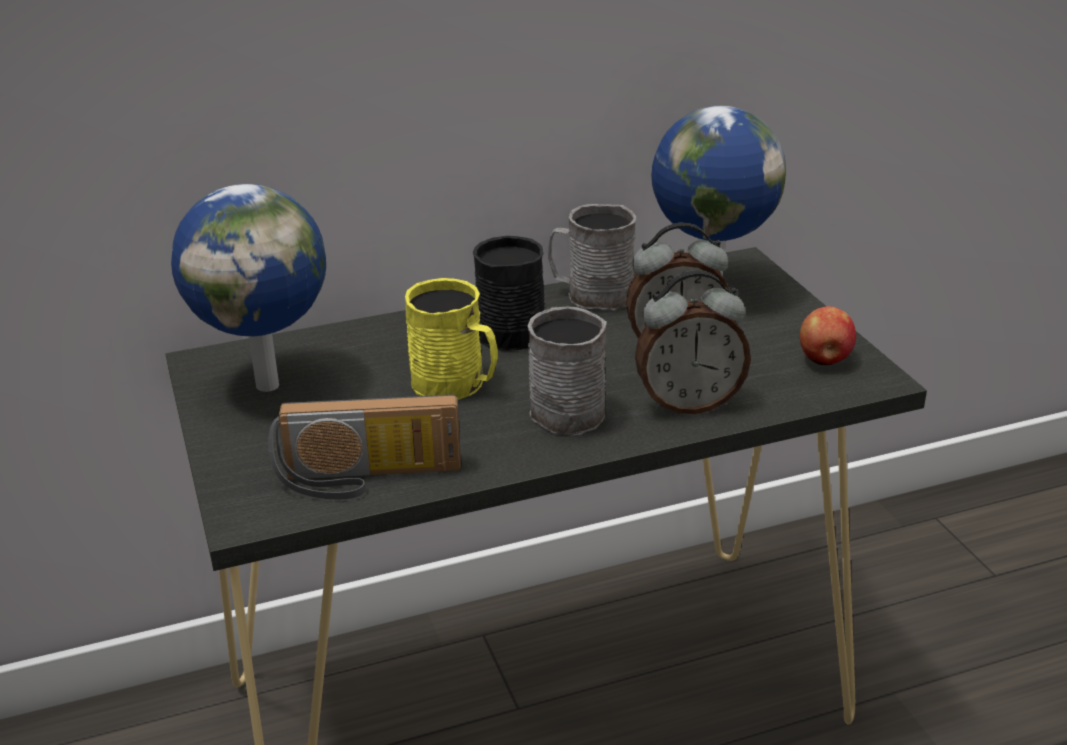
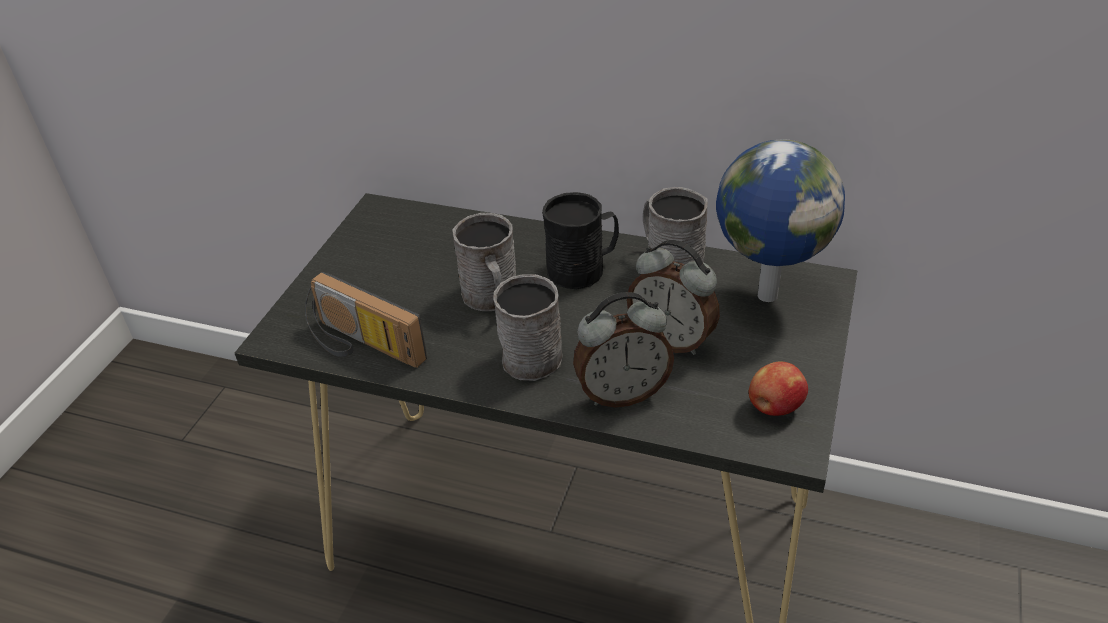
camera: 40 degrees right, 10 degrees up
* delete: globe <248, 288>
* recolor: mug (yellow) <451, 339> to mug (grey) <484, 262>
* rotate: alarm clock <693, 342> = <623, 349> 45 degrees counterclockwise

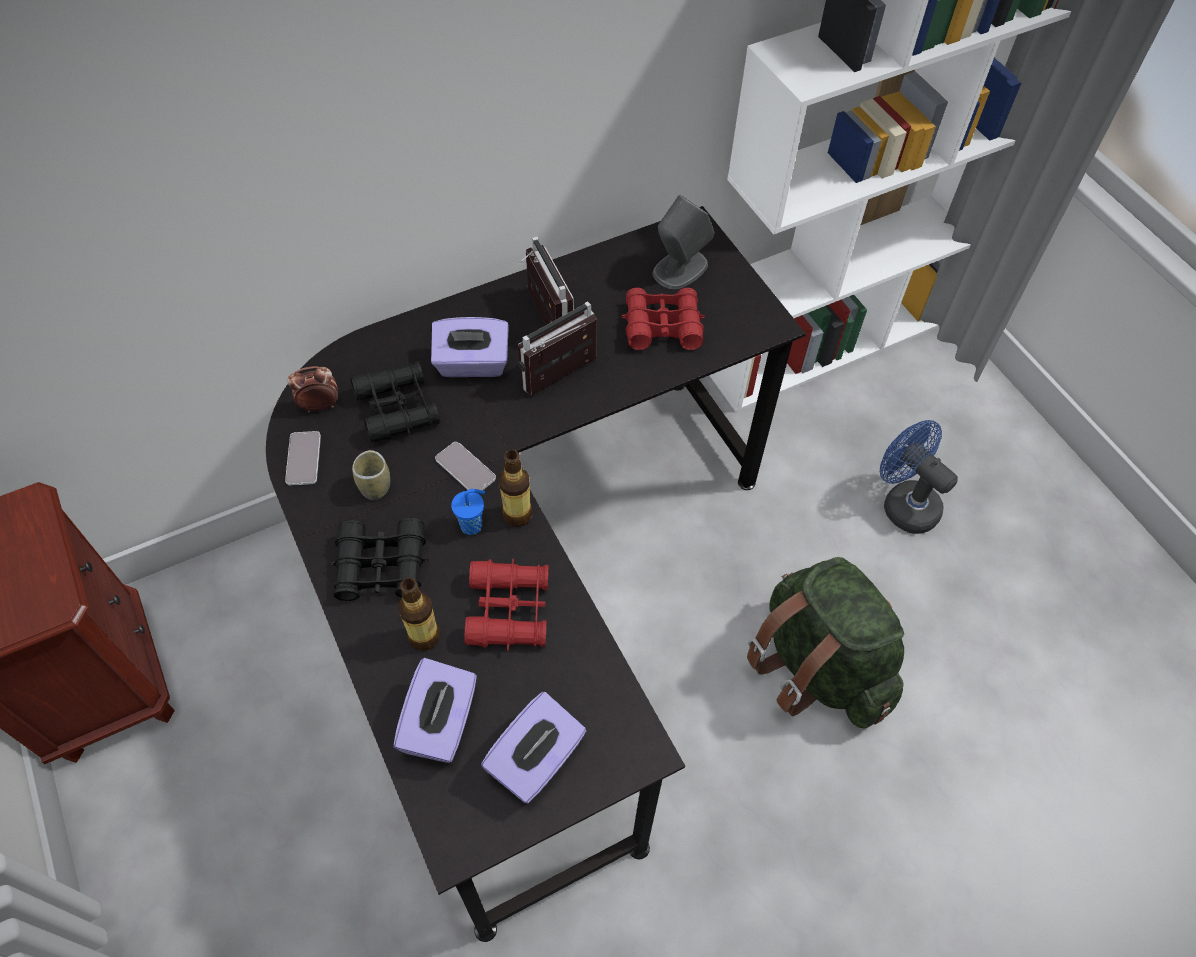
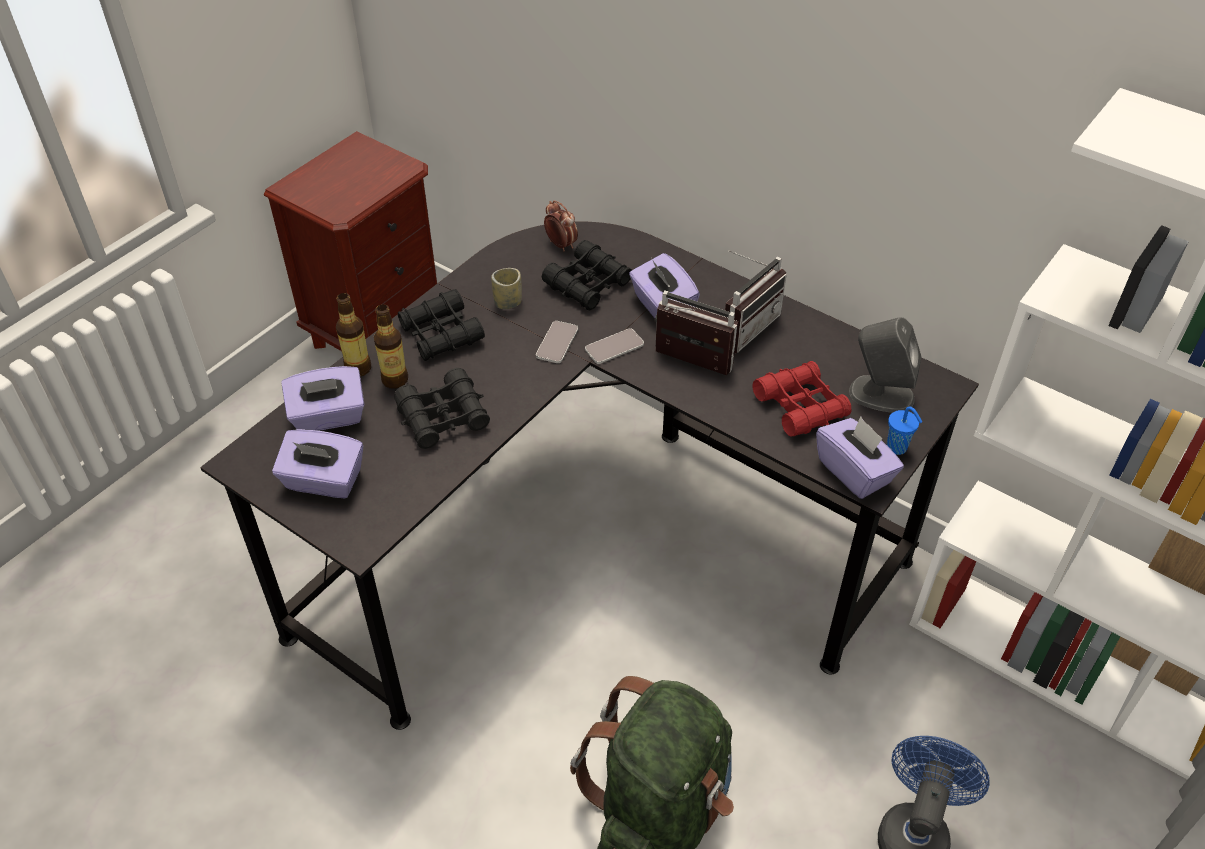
camera: 65 degrees right, 10 degrees down
* insert: tissue box (purple) <860, 457>
* move: phone <303, 458> to <614, 346>
* move: cup (blue) <468, 512> to <904, 430>
* move: bottle <515, 488> to <353, 335>
* recolor: binoculars (red) <506, 605> to binoculars (black) <442, 408>

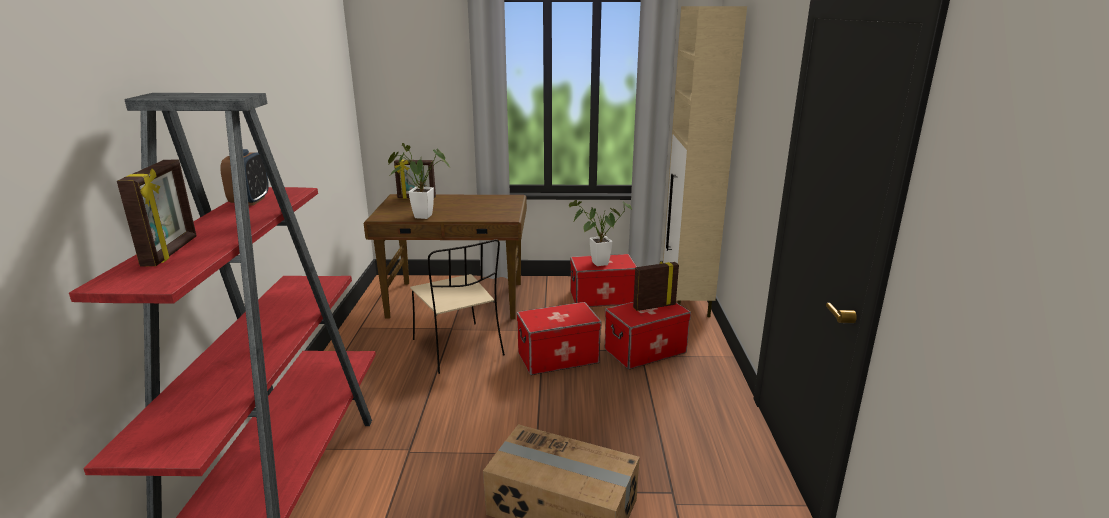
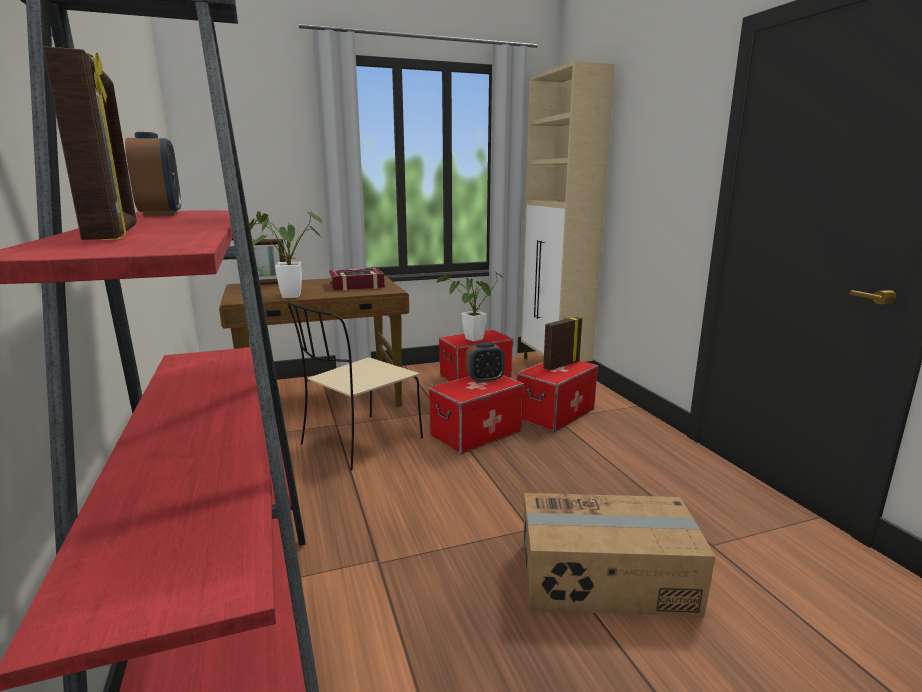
camera: 20 degrees left, 5 degrees down
* insert: book <357, 279>
* insert: alarm clock <485, 362>
* rotate: chair (beige) <457, 306> = <355, 387> 90 degrees clockwise

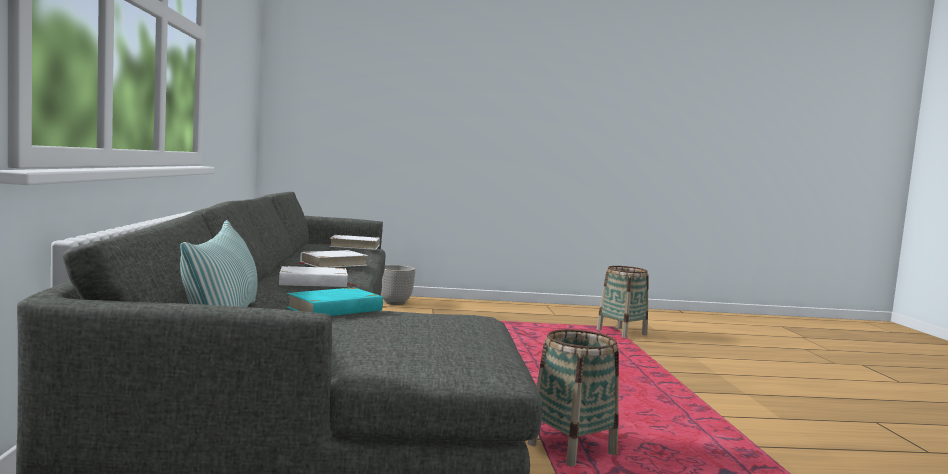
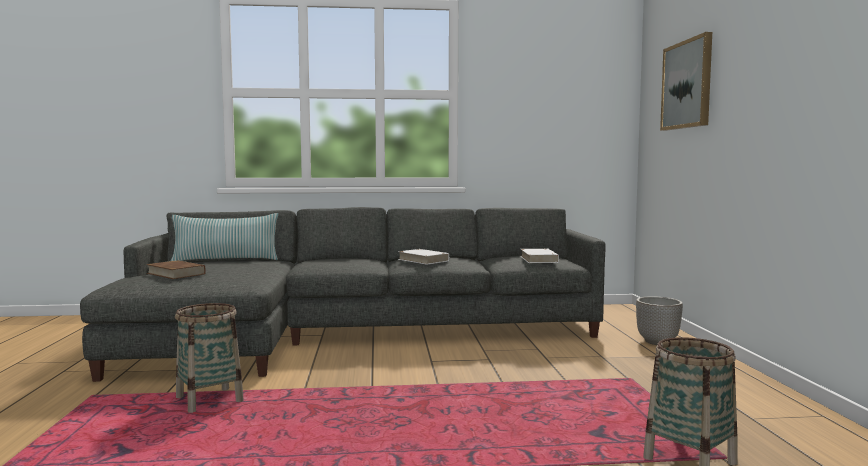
camera: 90 degrees right, 0 degrees up
* delete: book (white) <319, 276>
* delete: book (turquoise) <336, 301>
* insert: book (brown) <176, 269>
* insert: picture <686, 81>

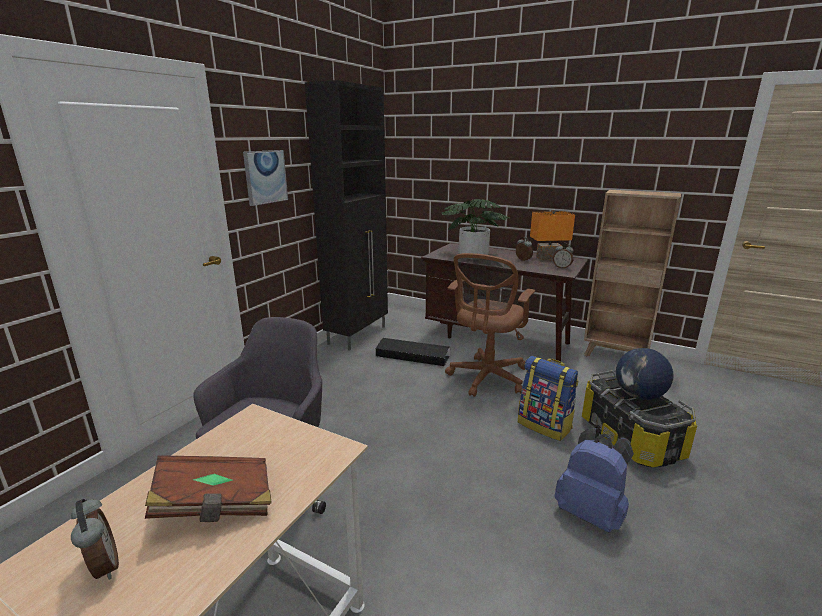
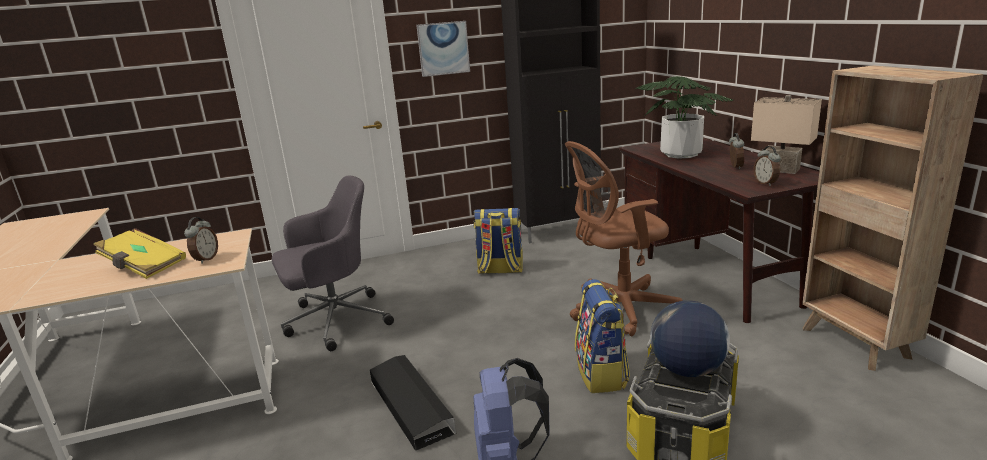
camera: 45 degrees right, 0 degrees up
* insert: backpack <498, 241>
* move: alarm clock <95, 539> to <201, 240>
* move: storage box (black) <413, 352> to <413, 403>
* recolor: book (brown) <208, 488> to book (yellow) <139, 253>
* recolor: table lamp (orange) <552, 235> to table lamp (beige) <786, 134>

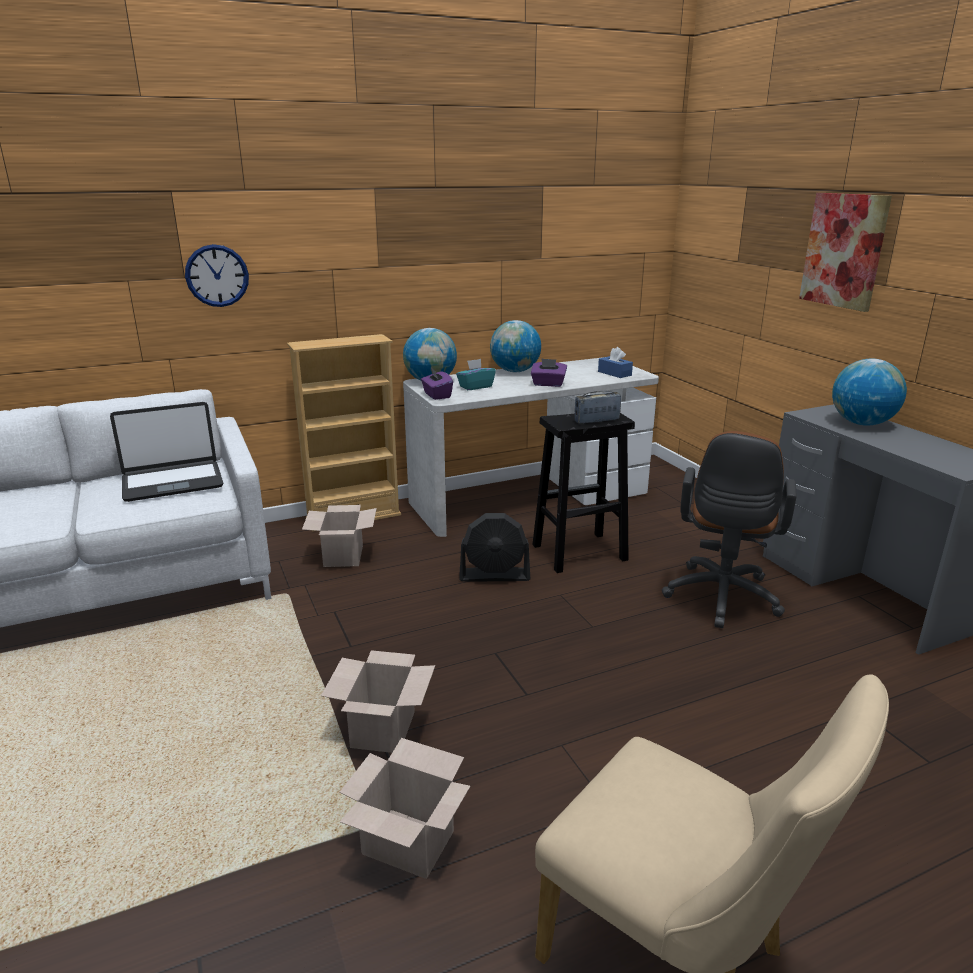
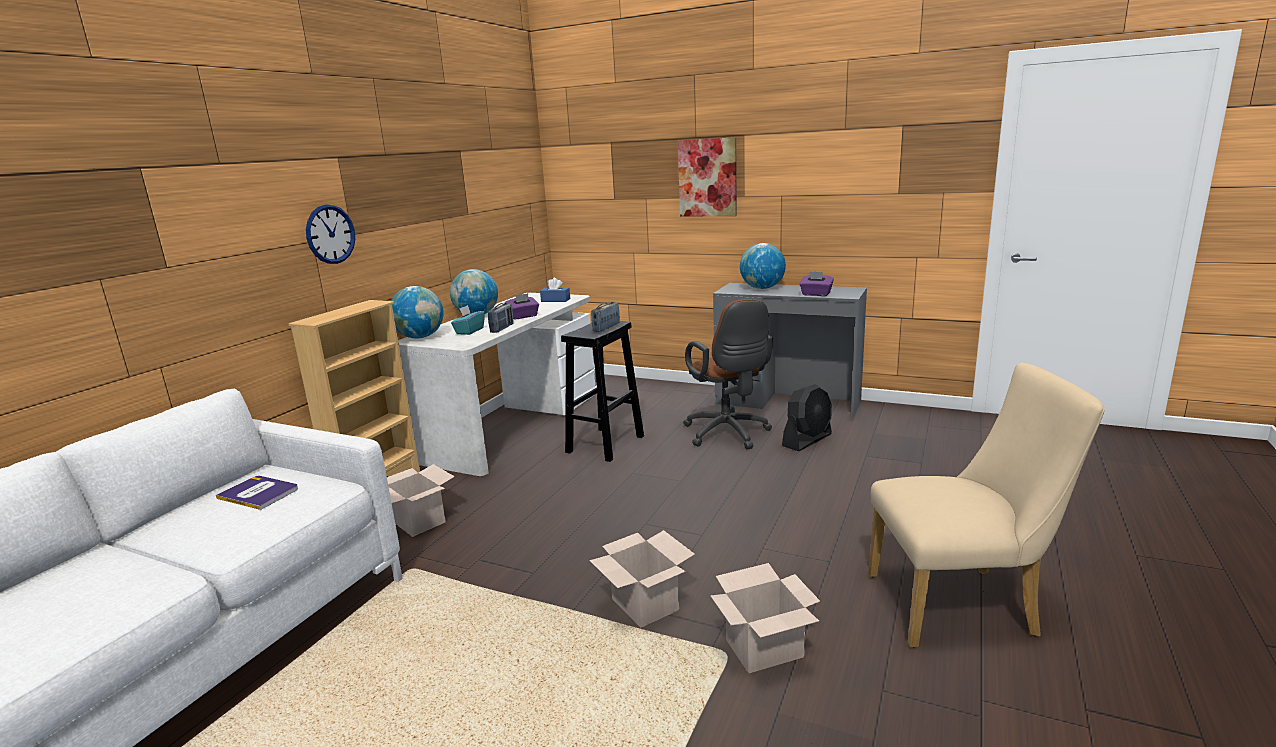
camera: 40 degrees left, 5 degrees down
* insert: radio <501, 318>
* move: wall clock <217, 275> to <330, 234>
* move: tissue box (purple) <437, 384> to <817, 283>
* move: fan (black) <494, 547> to <807, 417>
* replace: laptop <166, 452> to book <257, 493>

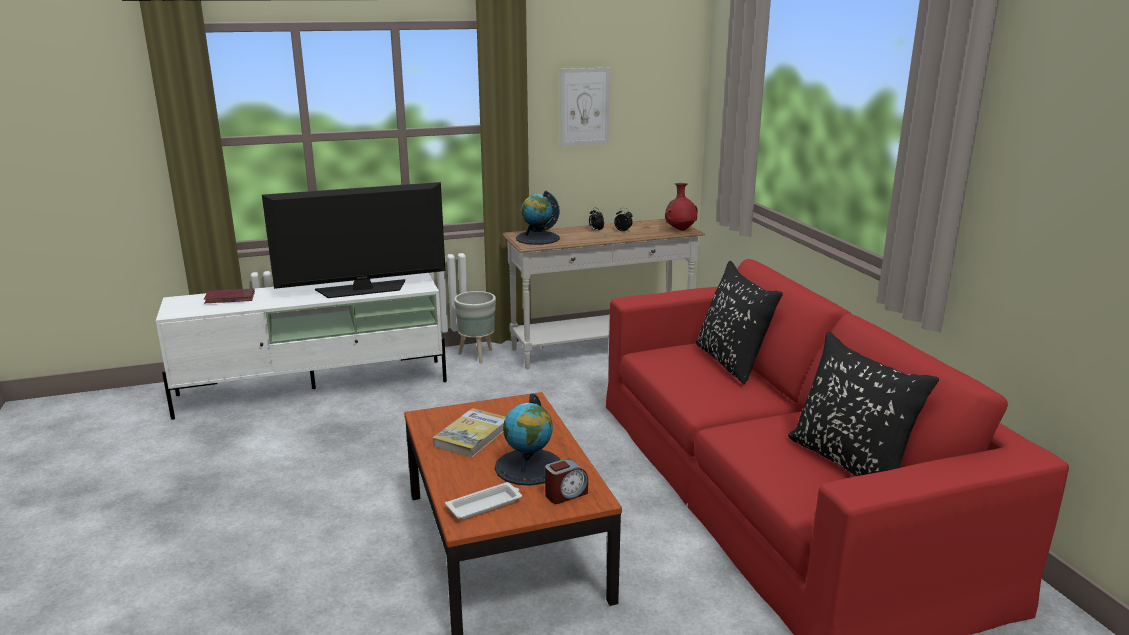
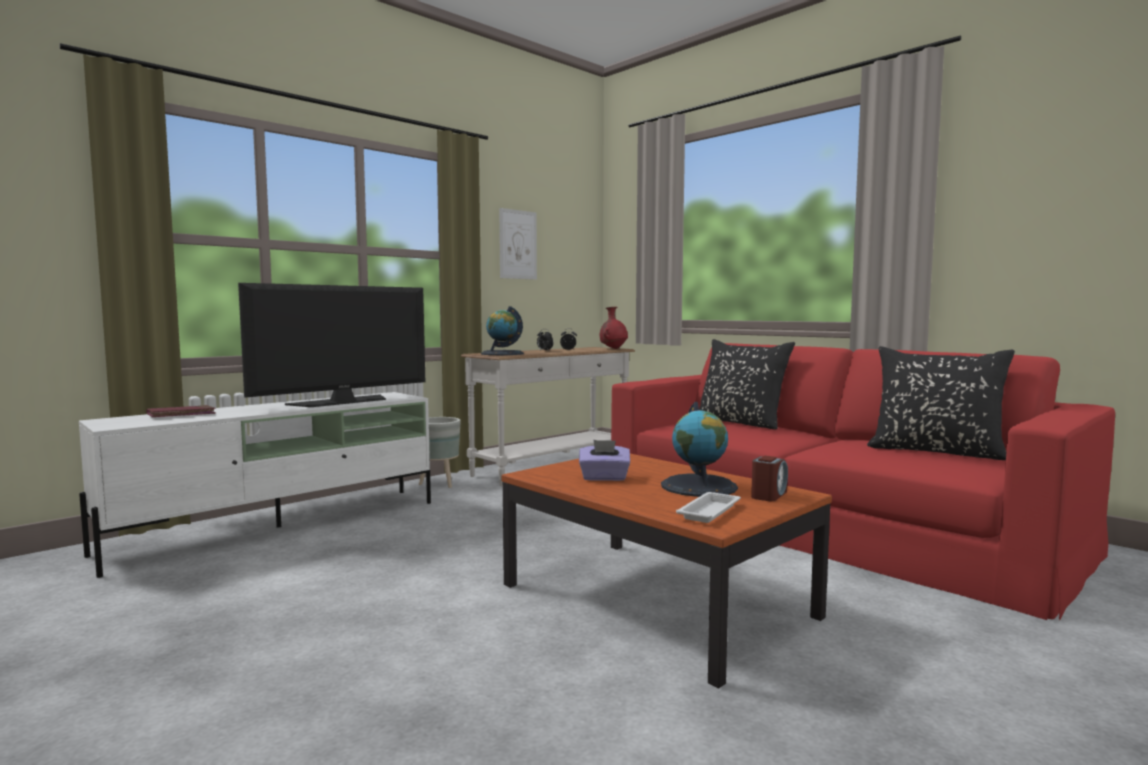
camera: 25 degrees left, 15 degrees down
* replace: book <469, 432> to tissue box (purple) <604, 460>

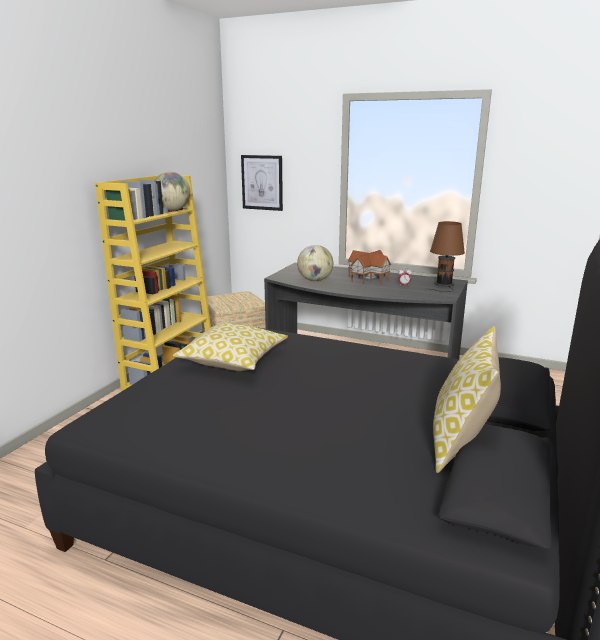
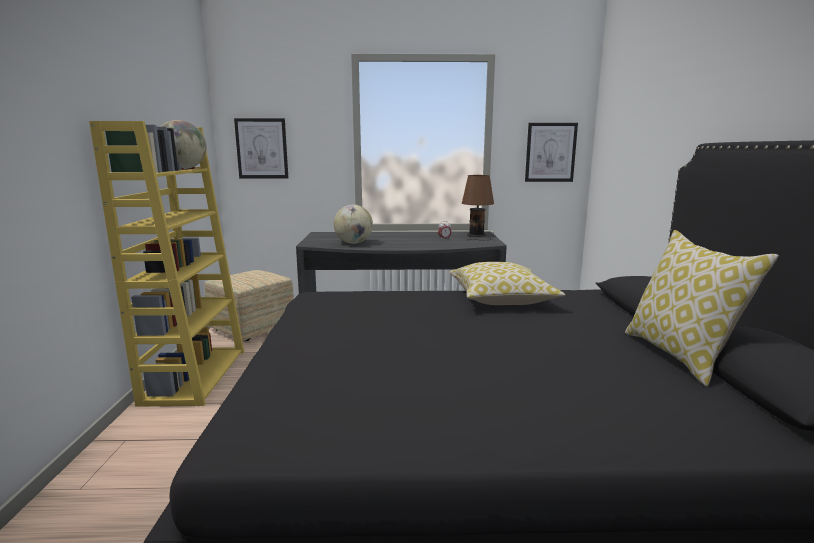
camera: 25 degrees left, 5 degrees down
* delete: toy house <369, 267>
* insert: picture <551, 152>
* move: pillow <230, 347> to <507, 283>

